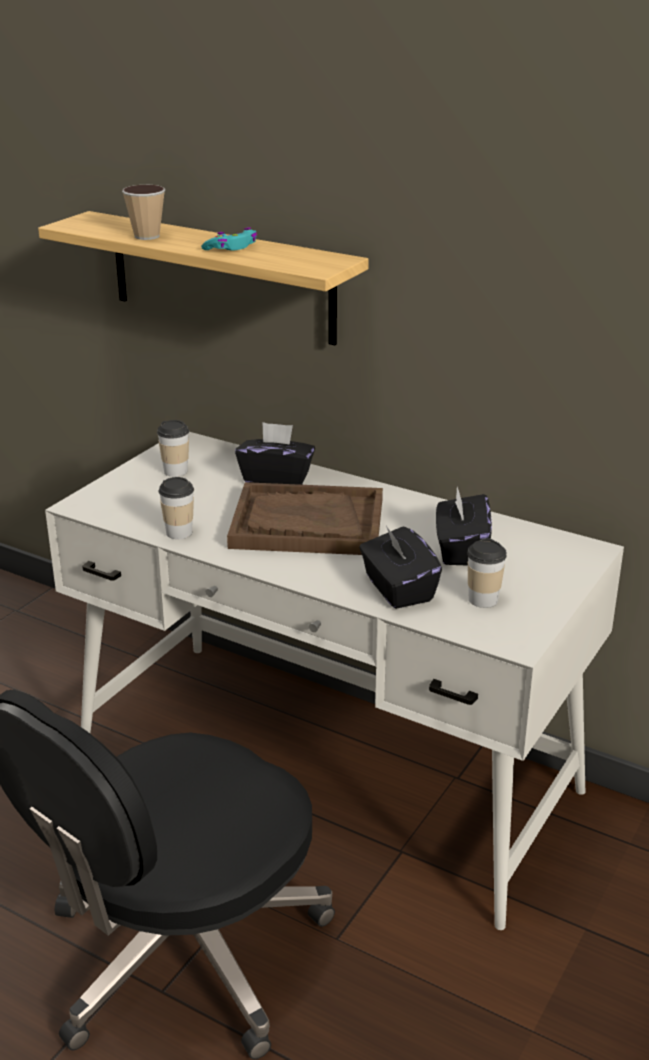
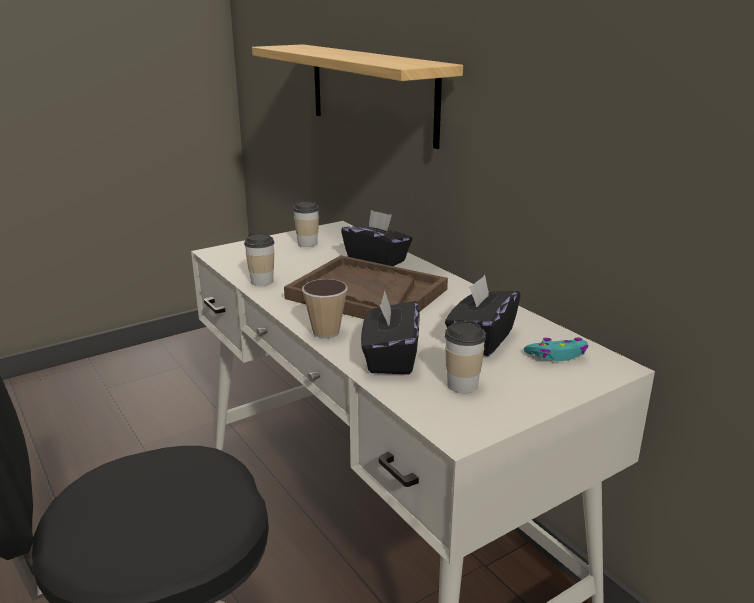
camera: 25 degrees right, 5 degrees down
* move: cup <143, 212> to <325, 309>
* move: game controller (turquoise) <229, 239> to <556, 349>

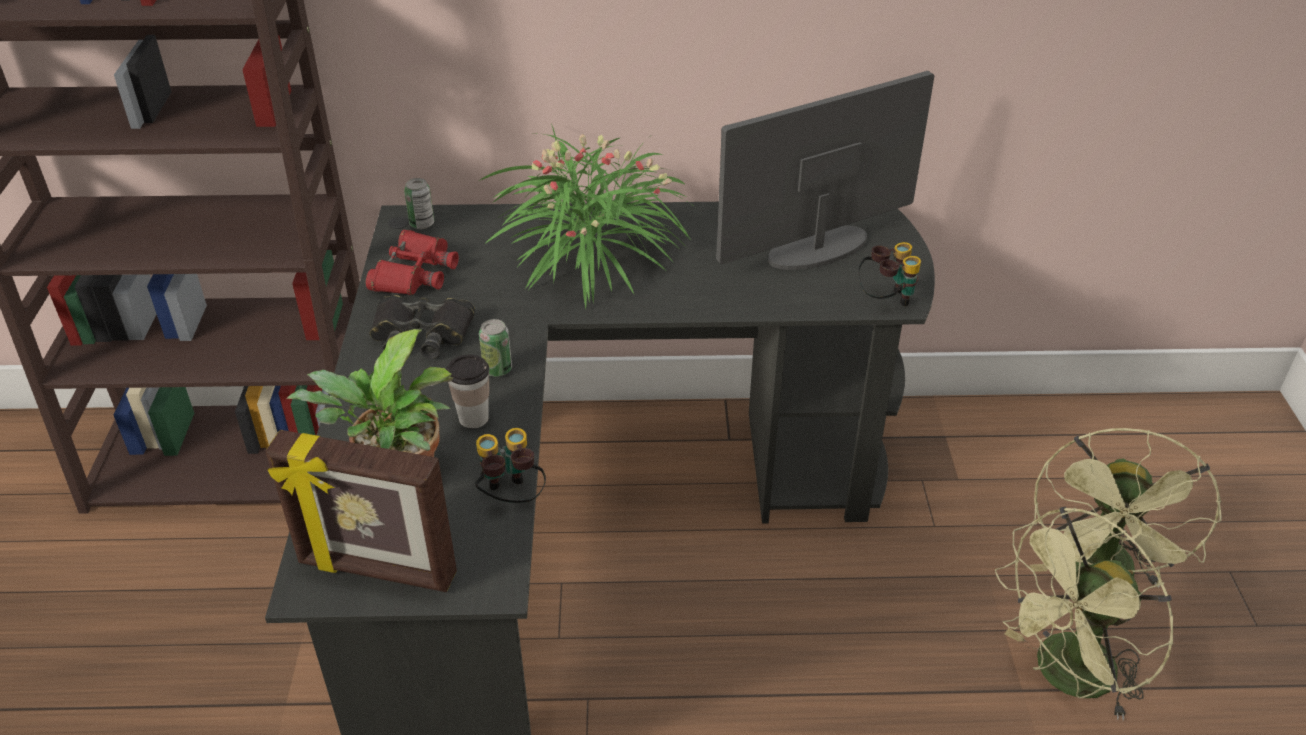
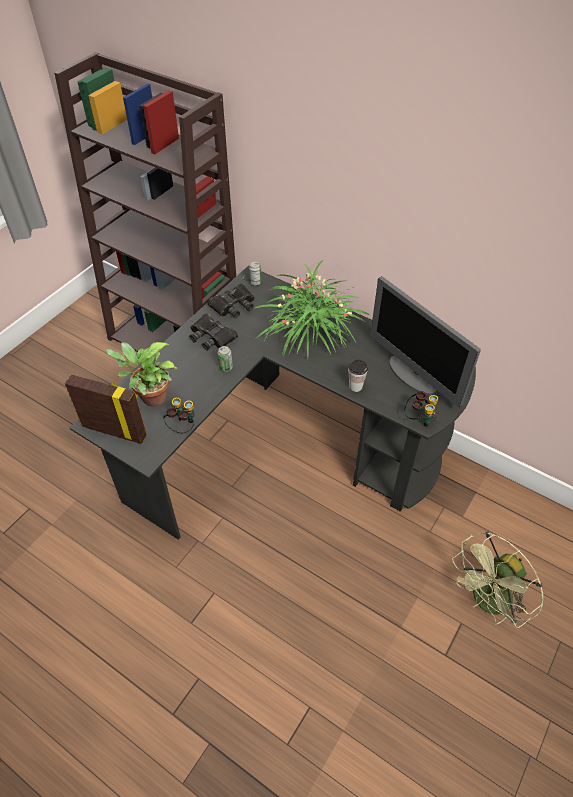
camera: 35 degrees right, 10 degrees up
* delete: fan (green) <1084, 614>
* move: cup <467, 392> to <358, 376>
* recolor: binoculars (red) <412, 262> to binoculars (black) <231, 301>
* rotate: picture frame <361, 511> = <106, 409> 150 degrees clockwise
* rotate: monitor <825, 170> = <425, 341> 135 degrees counterclockwise

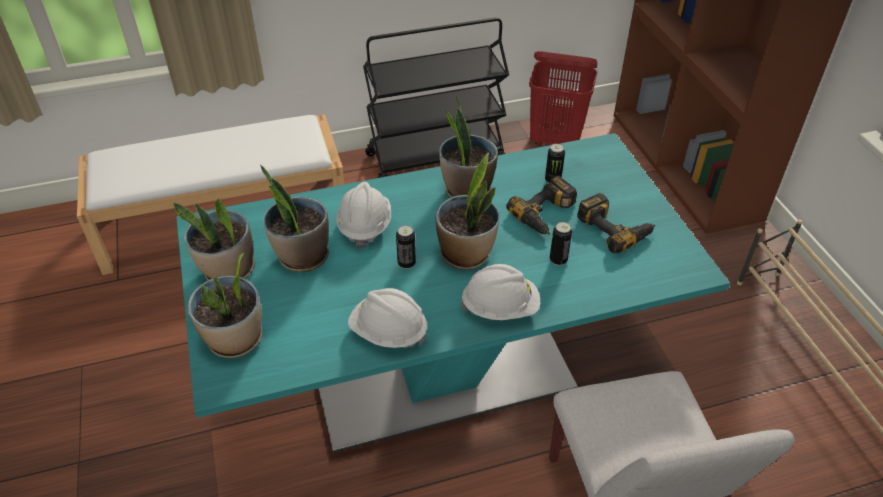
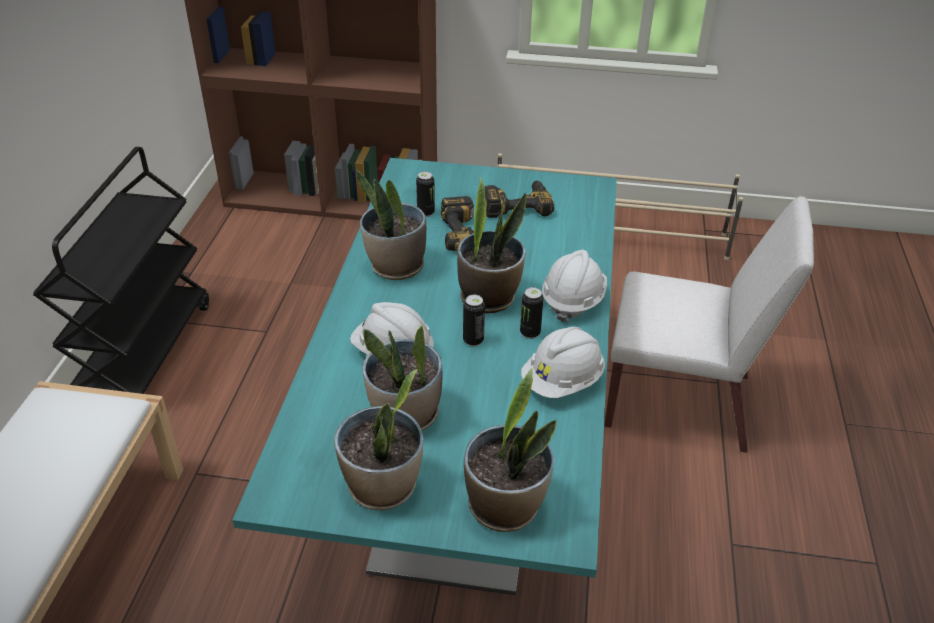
camera: 65 degrees left, 5 degrees down
* delete: laundry basket (red) <563, 98>
* move: can <561, 244> to <532, 313>

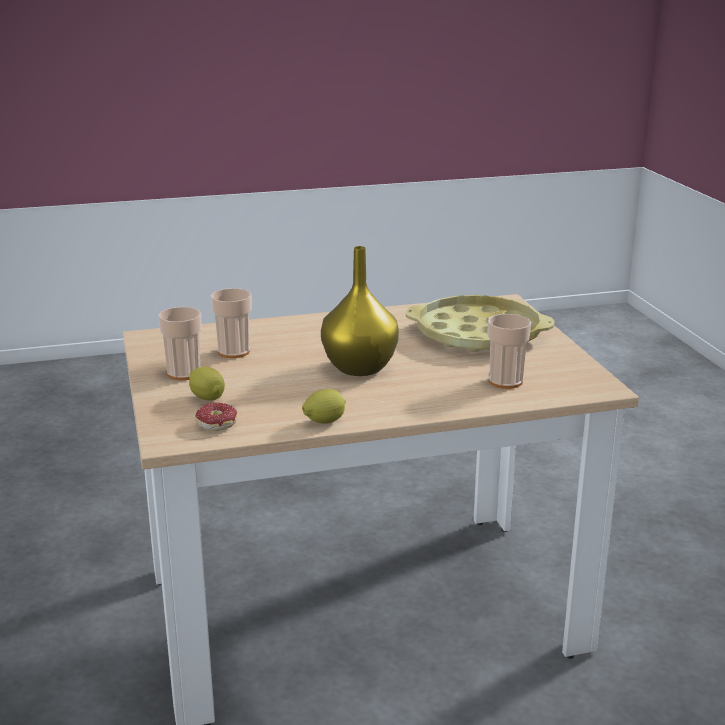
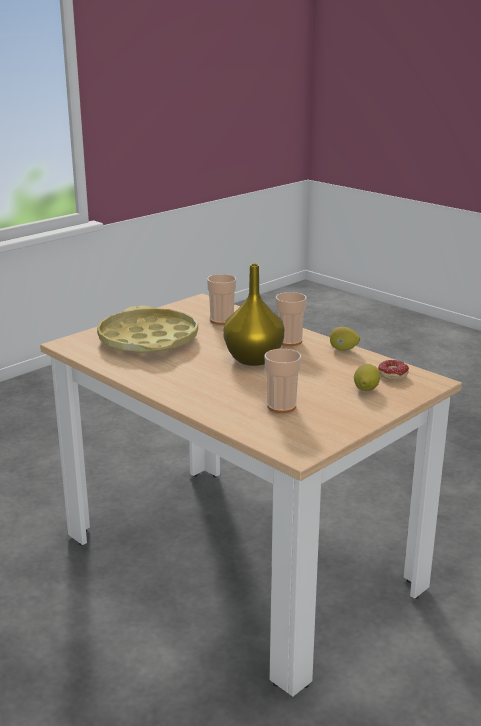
camera: 120 degrees left, 0 degrees up
* move: cup <180, 343> to <291, 319>

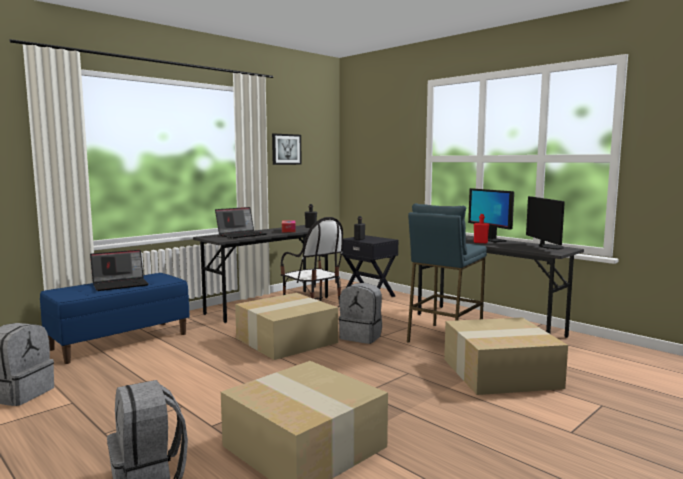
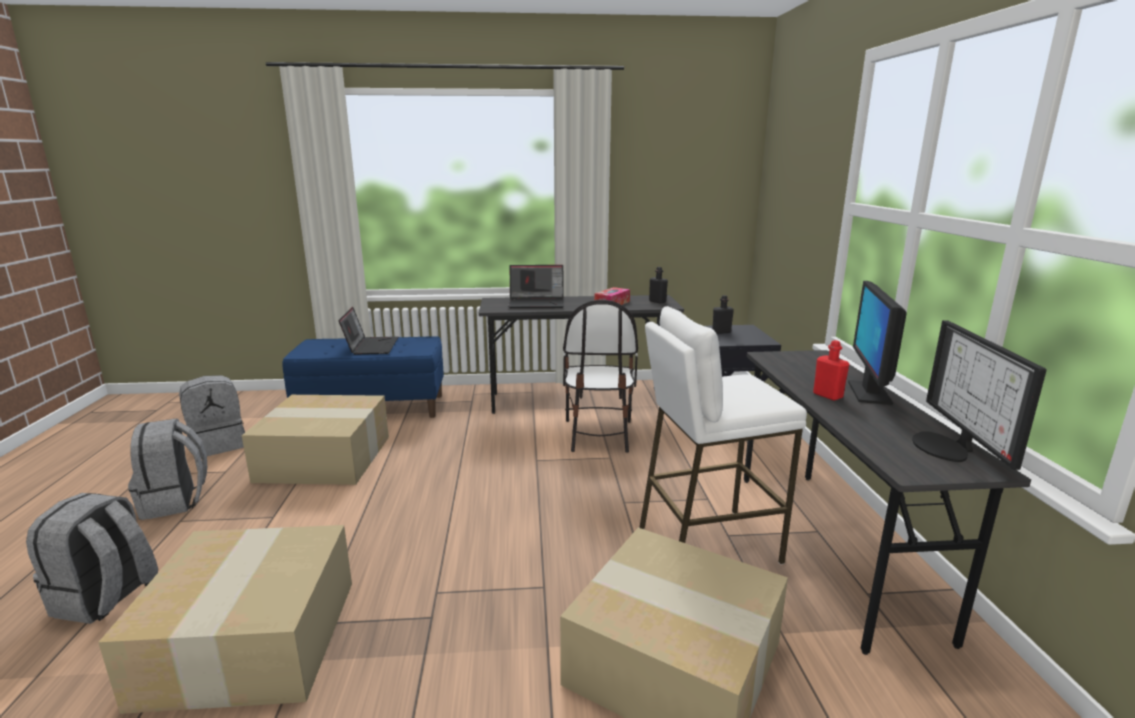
camera: 40 degrees right, 10 degrees up
* delete: picture <287, 149>
* move: cardboard box <286, 326> to <315, 440>
* move: backpack (grey) <360, 313> to <167, 469>
* recolor: stool (blue) <447, 273> to stool (white) <723, 435>
* rotate: laptop <119, 270> = <368, 331> 105 degrees counterclockwise
* rotate: monitor <545, 222> = <979, 395> 150 degrees clockwise

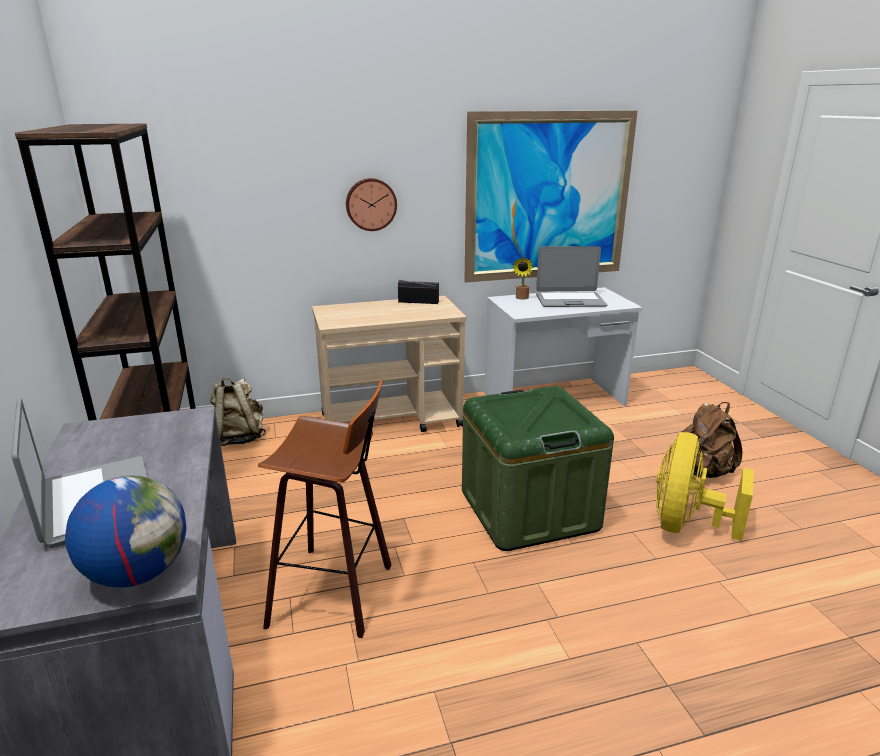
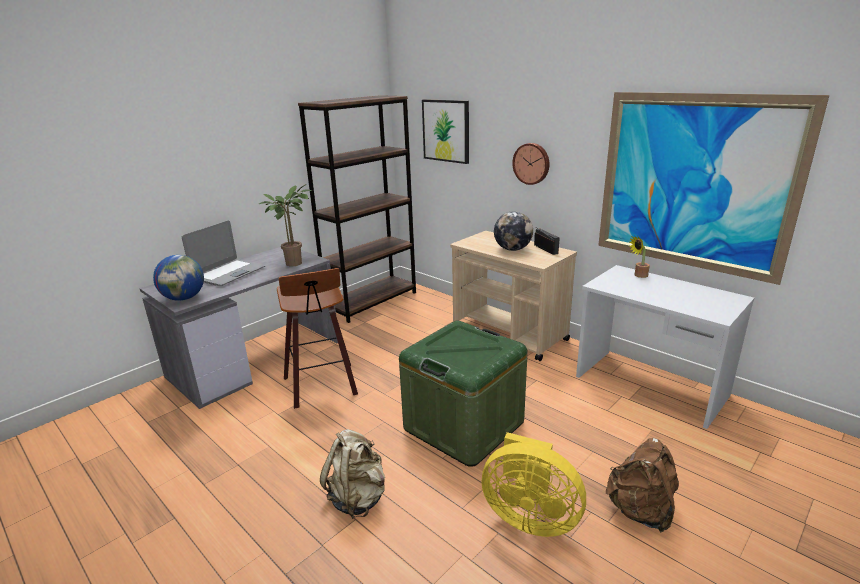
camera: 60 degrees right, 0 degrees up
* delete: laptop <571, 276>
* insert: potted plant <286, 225>
* insert: picture <445, 131>
* insert: globe <513, 231>
* move: backpack (beige) <238, 412> to <352, 474>
* rotate: fan (yellow) <705, 486> = <533, 484> 150 degrees counterclockwise

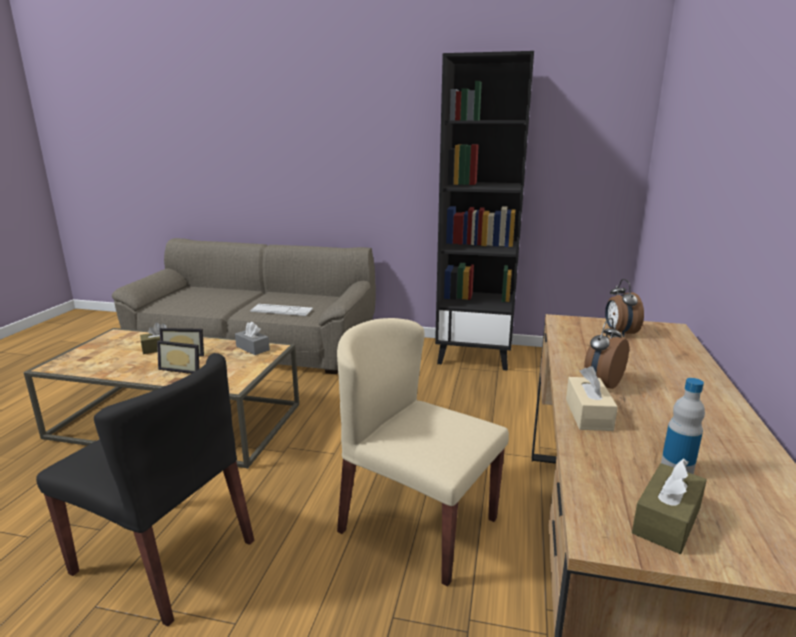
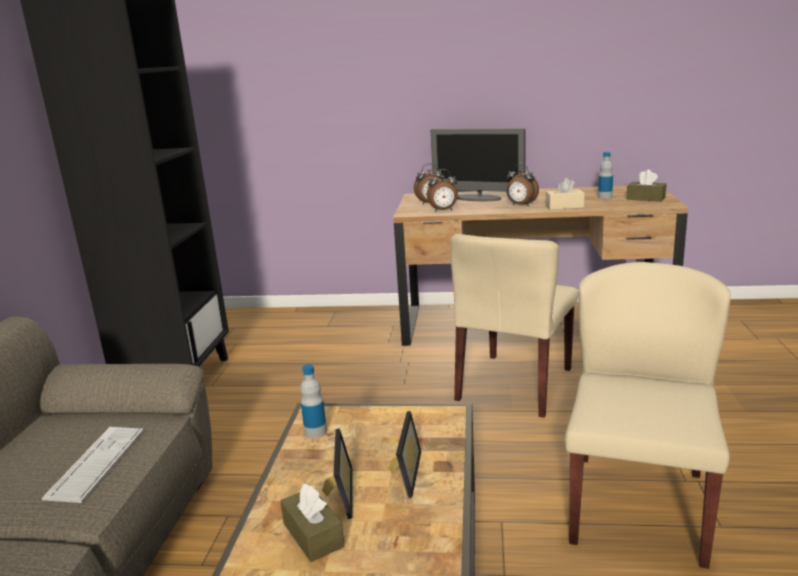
camera: 95 degrees left, 0 degrees up
* insert: alarm clock <442, 190>
* insert: monitor <478, 164>
* replace: tissue box (grey) <252, 338> to bottle <313, 401>
* recolor: chair (black) <145, 489> to chair (beige) <648, 415>

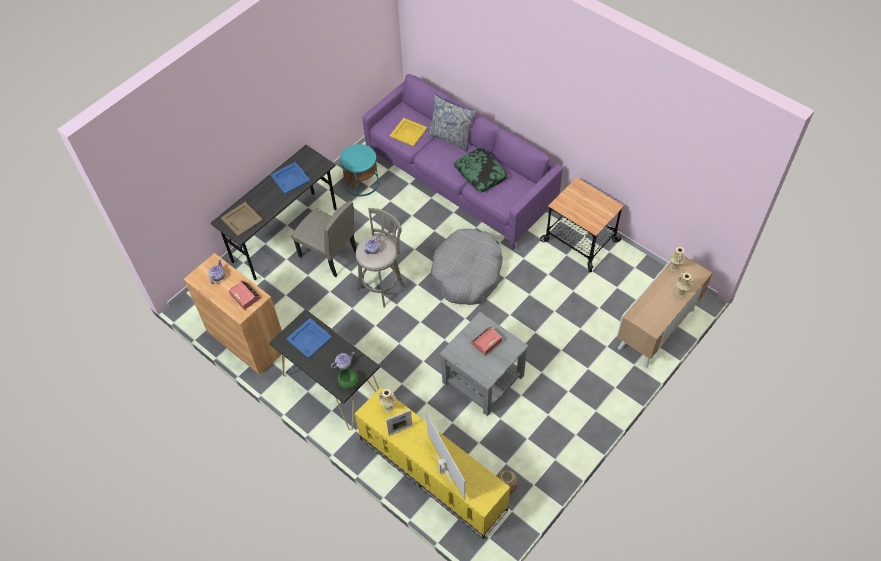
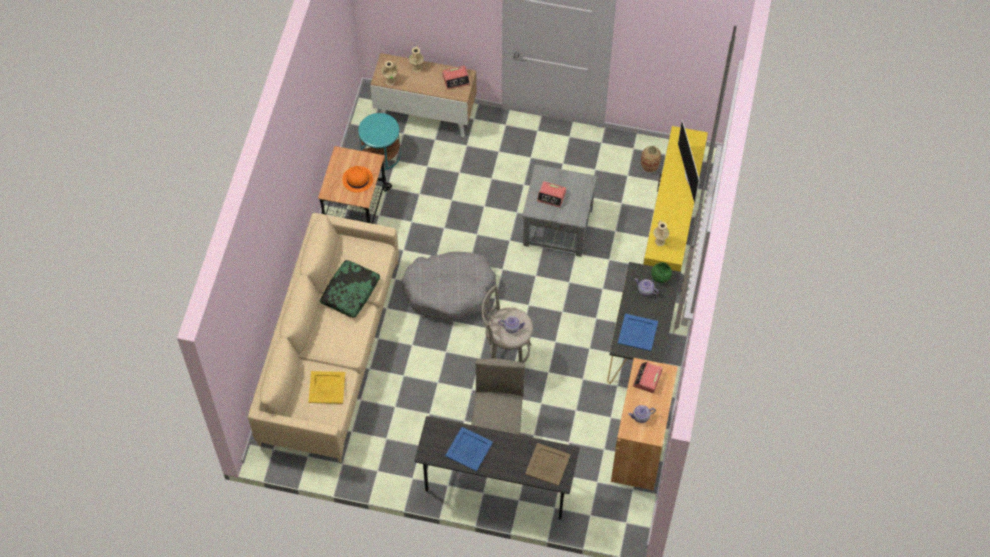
camera: 120 degrees left, 5 degrees up
* delete: picture frame <399, 423>
* delete: pillow <451, 123>
* insert: hat (orange) <357, 179>
* insert: alarm clock <456, 77>
* move: side table (turquoise) <359, 170> to <379, 142>
* recolor: sofa (purple) <463, 162> to sofa (beige) <323, 338>
* rotate: television <445, 456> = <689, 161> 45 degrees counterclockwise

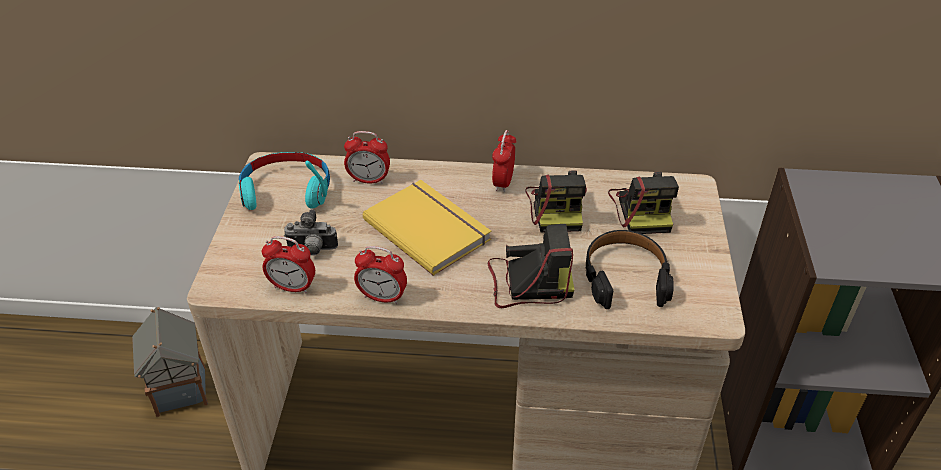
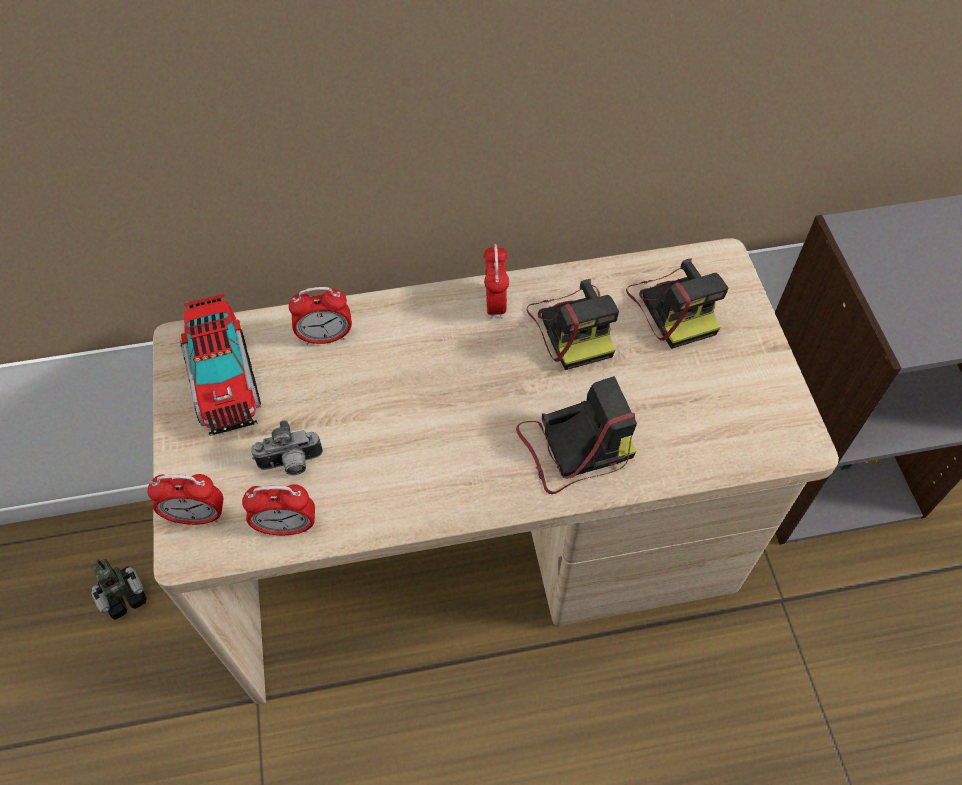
camera: 15 degrees left, 15 degrees up
* delete: book (yellow) <427, 228>
* delete: headphones (black) <629, 269>
* move: alarm clock <380, 275> to <185, 499>
* replace: toy house <170, 362> to toy robot <118, 589>
* replace: headphones (turquoise) <284, 181> to toy truck <221, 365>

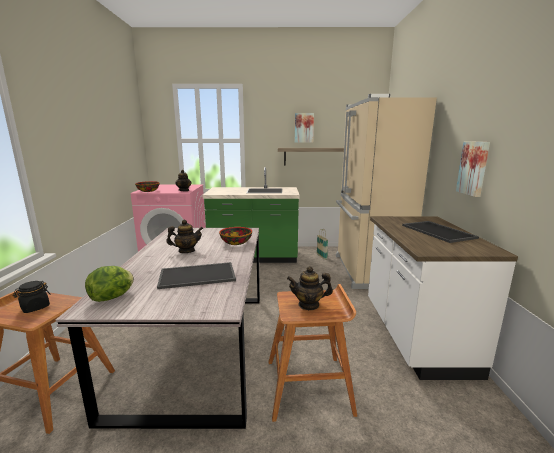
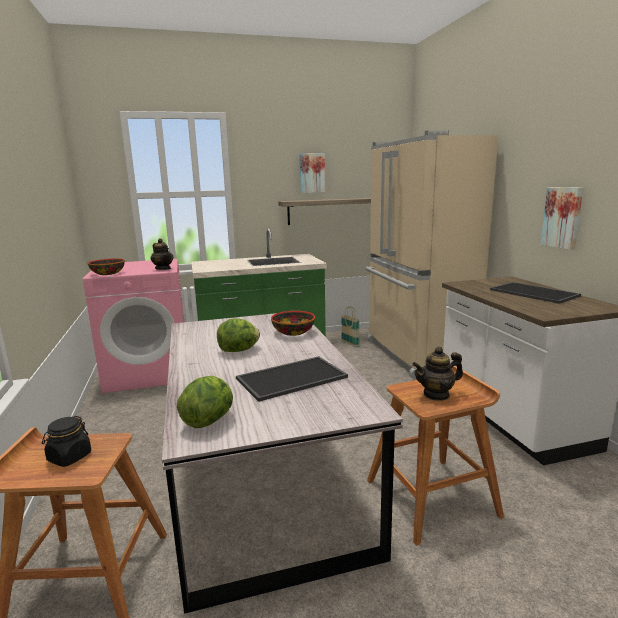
camera: 15 degrees left, 0 degrees up
* replace: teapot <184, 236> to lettuce <238, 335>

